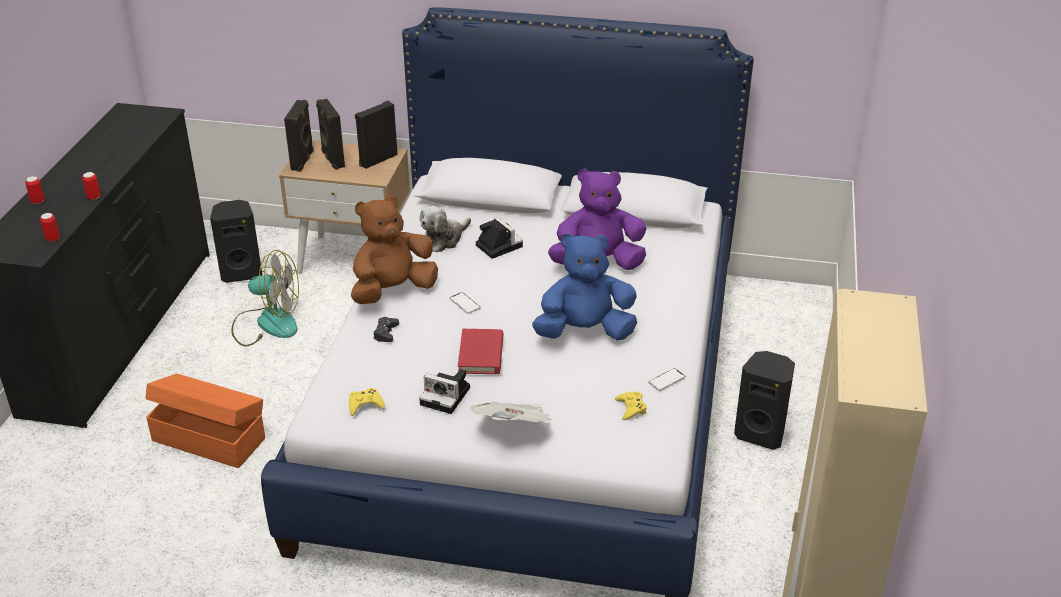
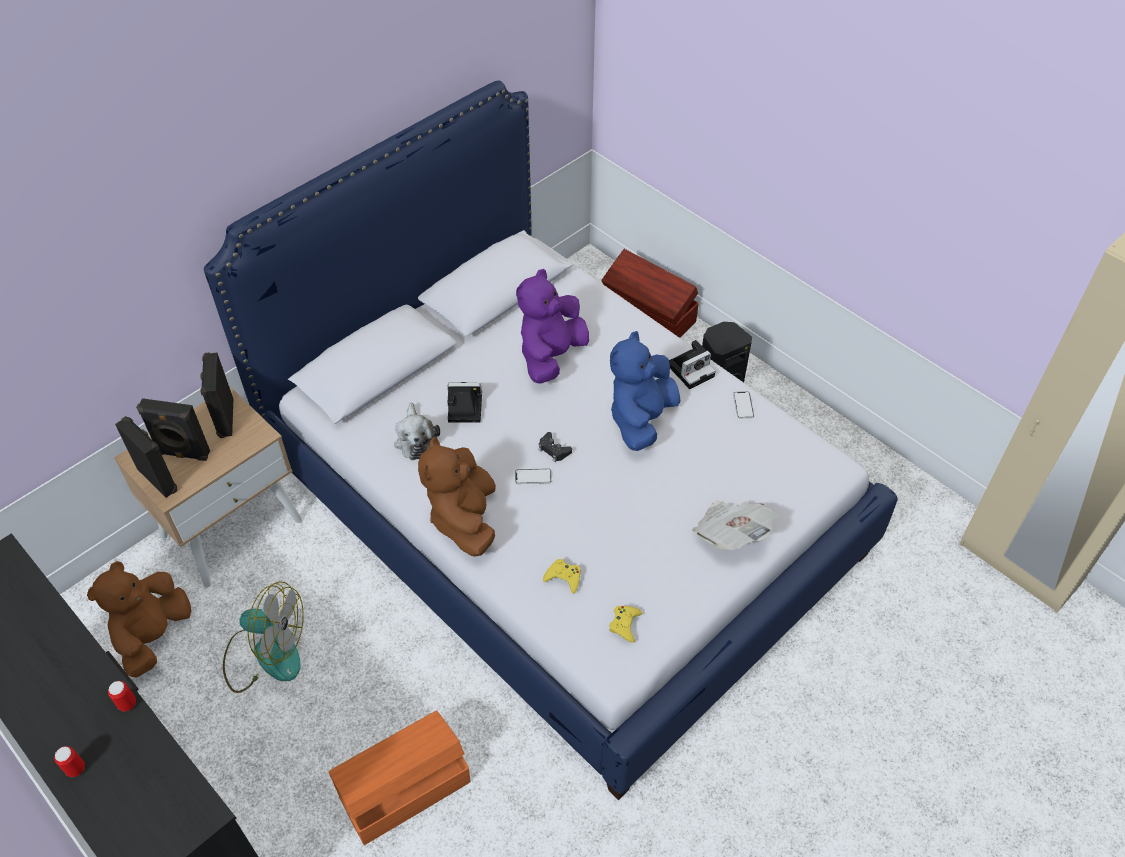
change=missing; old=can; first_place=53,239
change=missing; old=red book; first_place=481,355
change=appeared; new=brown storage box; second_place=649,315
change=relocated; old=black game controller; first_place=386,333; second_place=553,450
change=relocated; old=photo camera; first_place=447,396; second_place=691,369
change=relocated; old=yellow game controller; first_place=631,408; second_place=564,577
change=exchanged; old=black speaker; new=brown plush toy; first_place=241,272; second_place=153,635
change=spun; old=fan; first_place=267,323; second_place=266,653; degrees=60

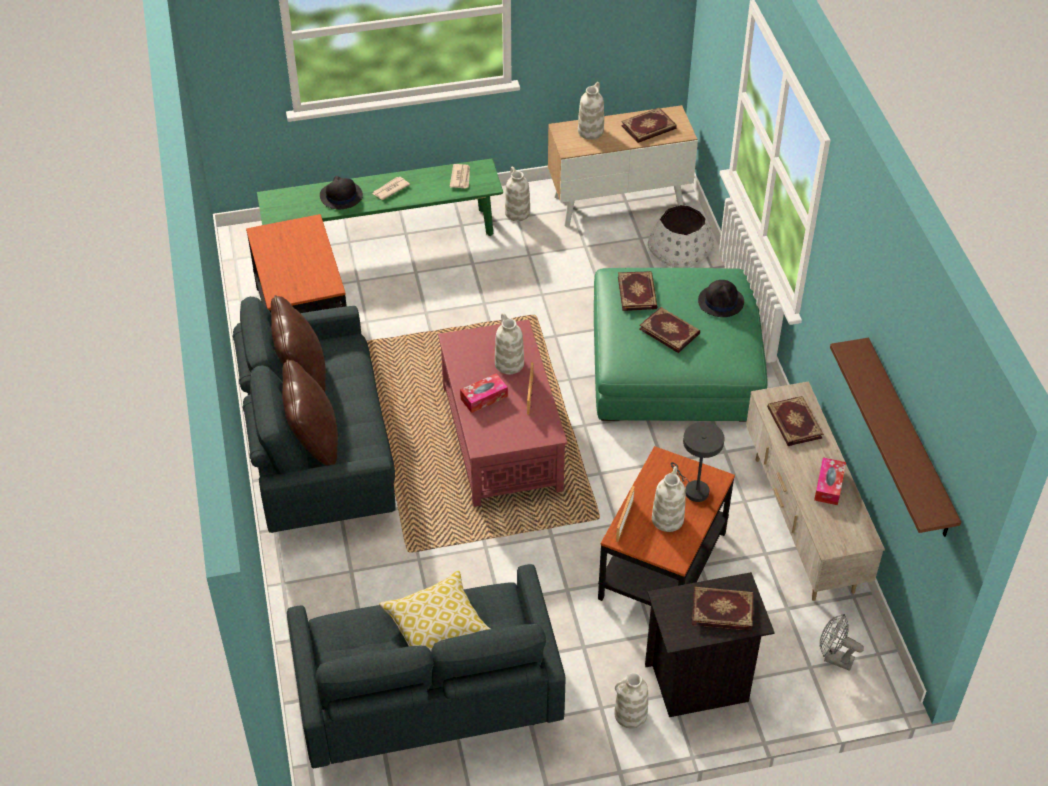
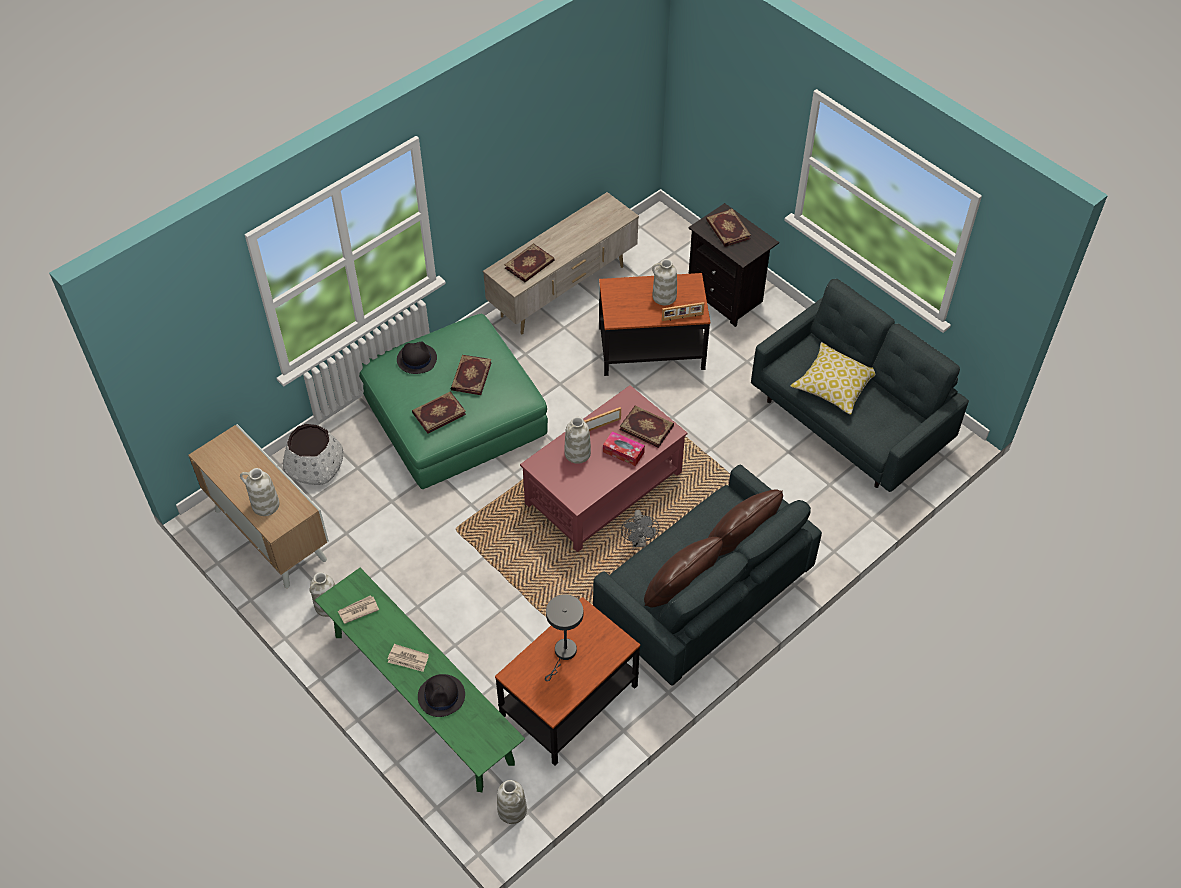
change=missing; old=tissue box; first_place=829,485
change=missing; old=brown shelf; first_place=908,439
change=relocated; old=white vase; first_place=630,715; second_place=512,810
change=relocated; old=book; first_place=649,128; second_place=647,427
change=relocated; old=grey table lamp; first_place=693,489; second_place=564,654
change=relocated; old=grey fan; first_place=834,658; second_place=639,541

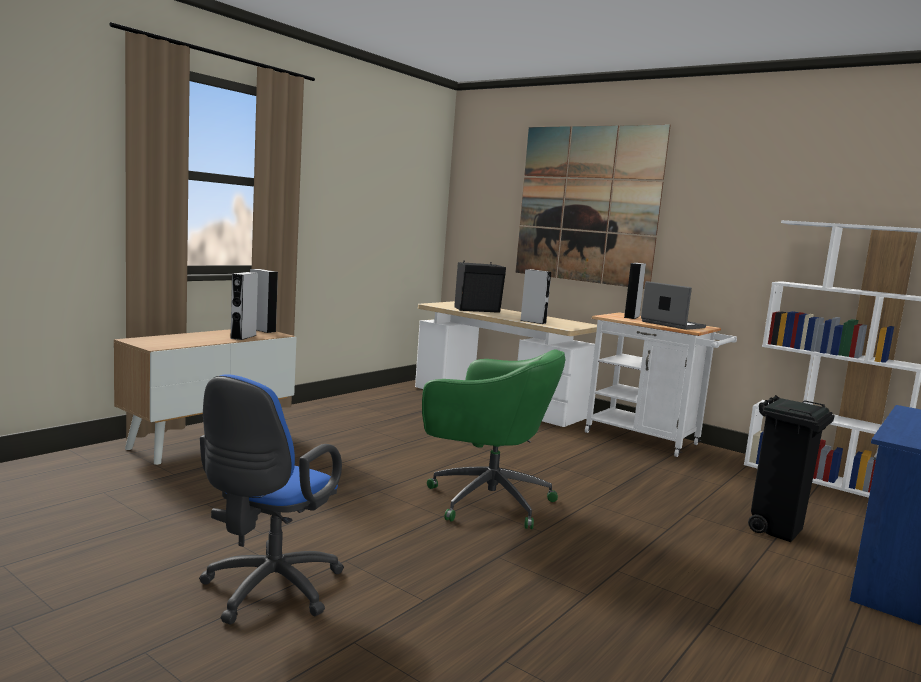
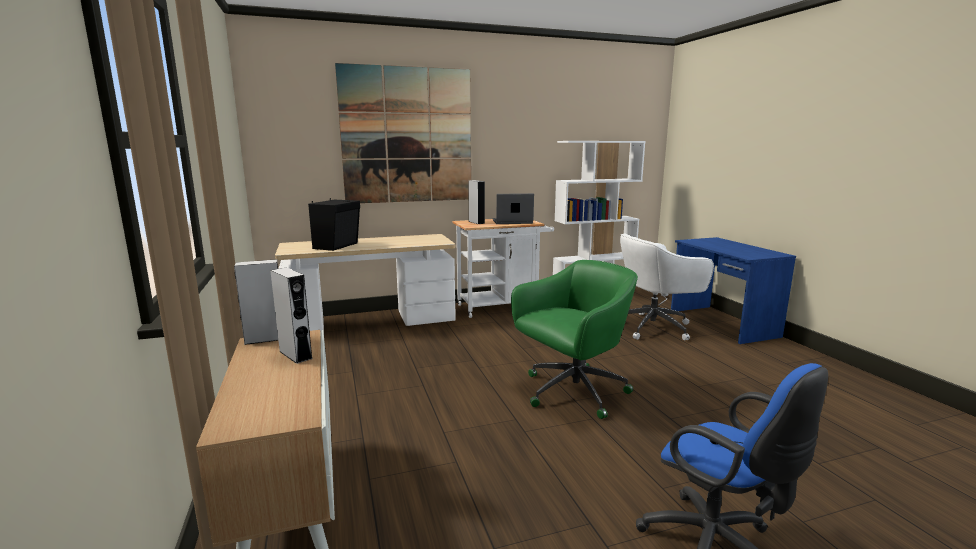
change=missing; old=grey speaker; first_place=533,321
change=exchanged; old=black trash can; new=white office chair; first_place=776,529; second_place=654,327

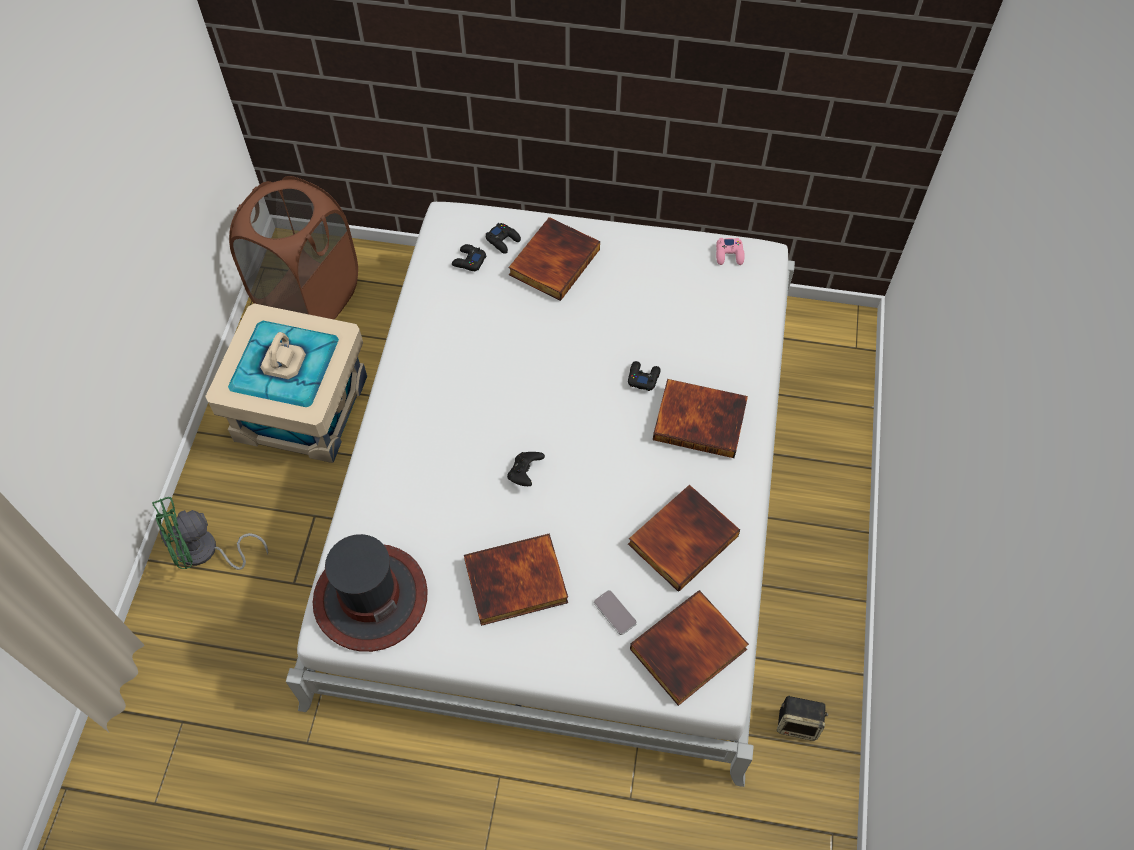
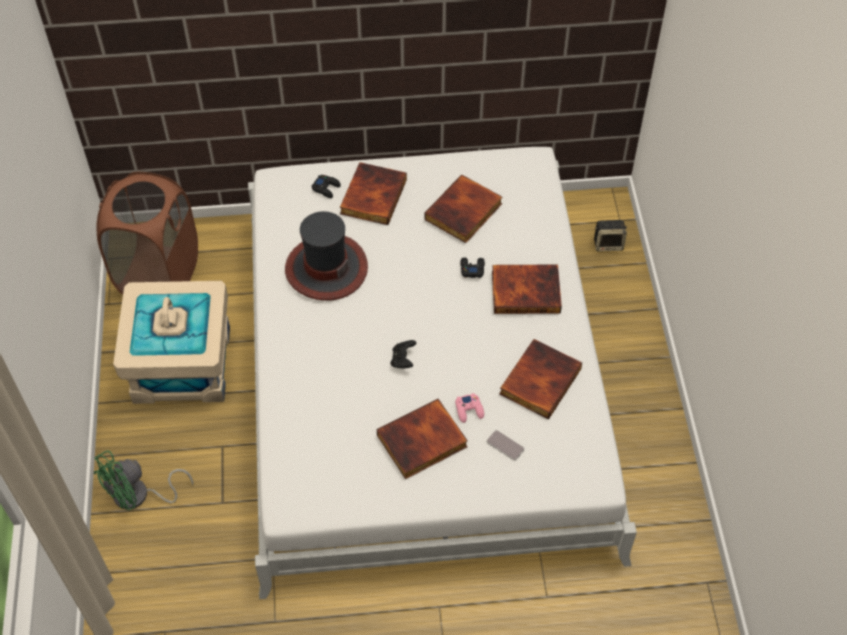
change=missing; old=black game controller; first_place=468,261
change=relocated; old=hat; first_place=370,597; second_place=326,268
change=relocated; old=book; first_place=689,651; second_place=464,212
change=relocated; old=pink game controller; first_place=729,254; second_place=469,410
change=relocated; old=speaker; first_place=798,723; second_place=608,244

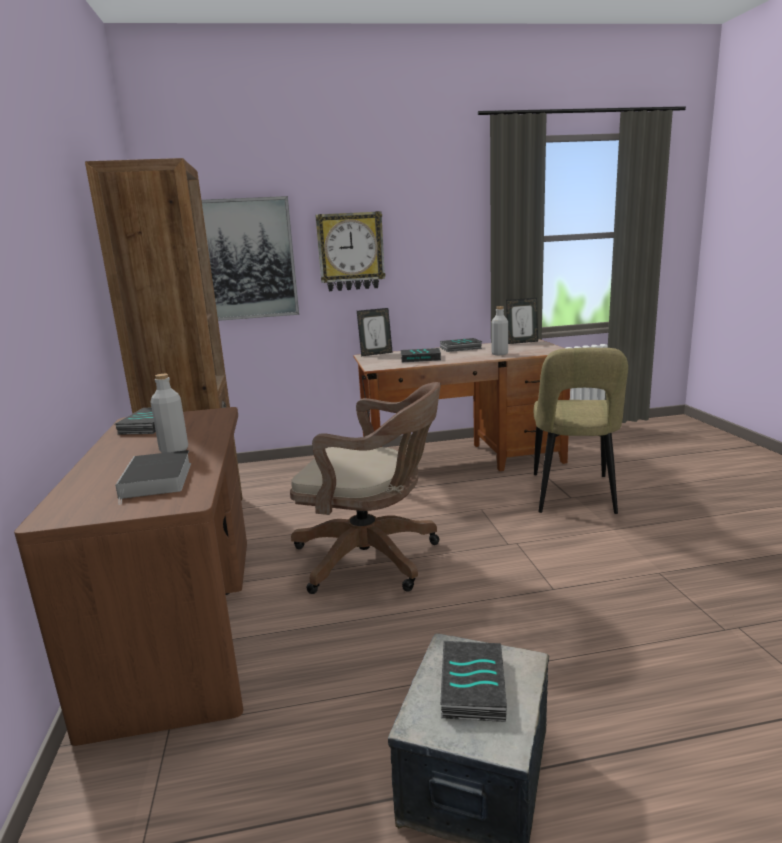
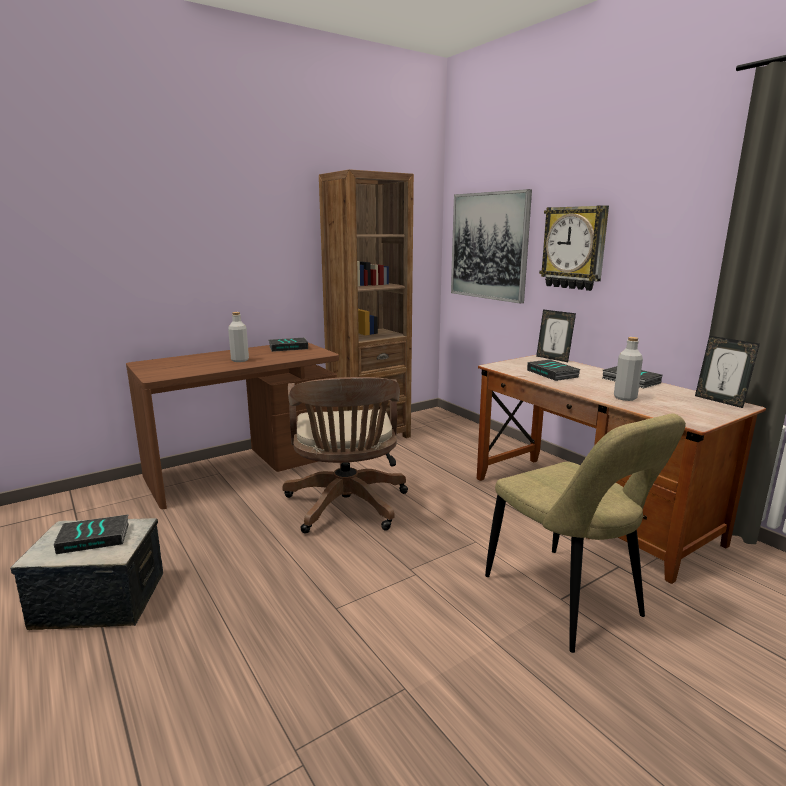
change=missing; old=book; first_place=157,480
change=spun; old=beige chair; first_place=573,496; second_place=566,600; degrees=-105

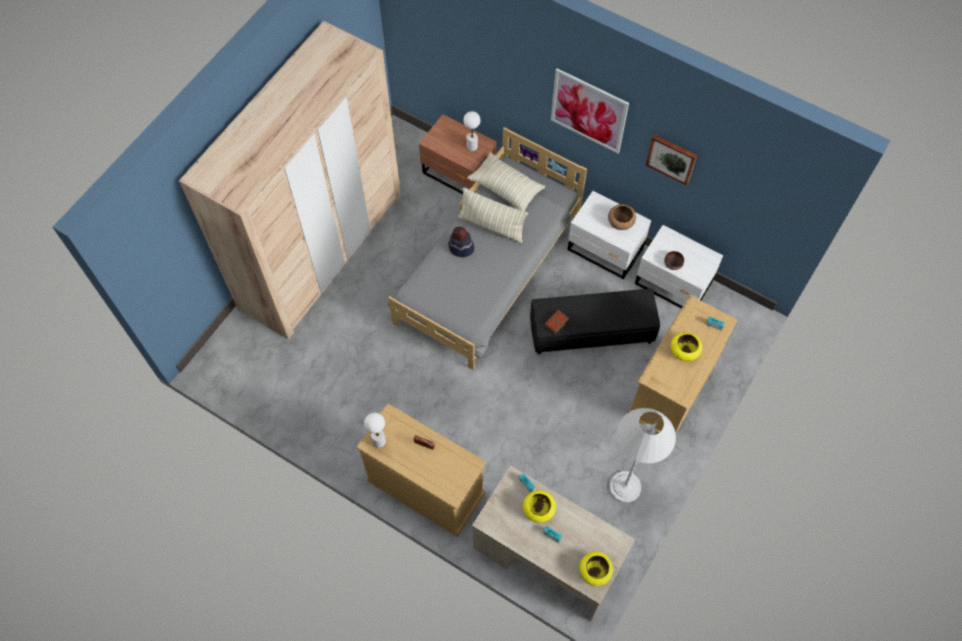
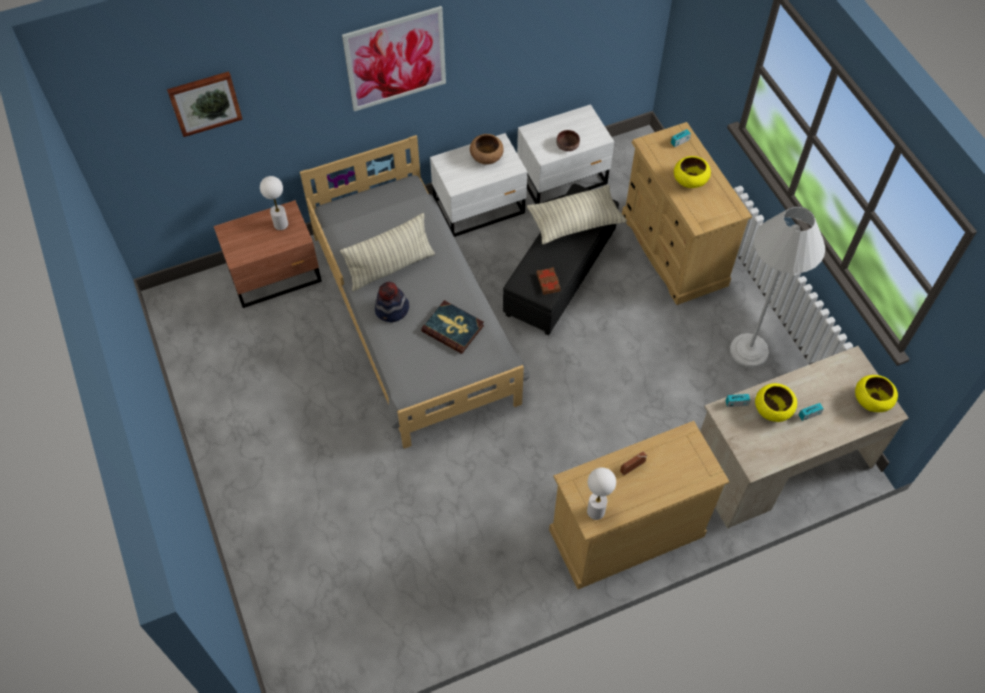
change=missing; old=beige wardrobe; first_place=322,250
change=appeared; new=book; second_place=453,328
change=relocated; old=pillow; first_place=506,188; second_place=575,222
change=relocated; old=picture; first_place=671,158; second_place=205,102

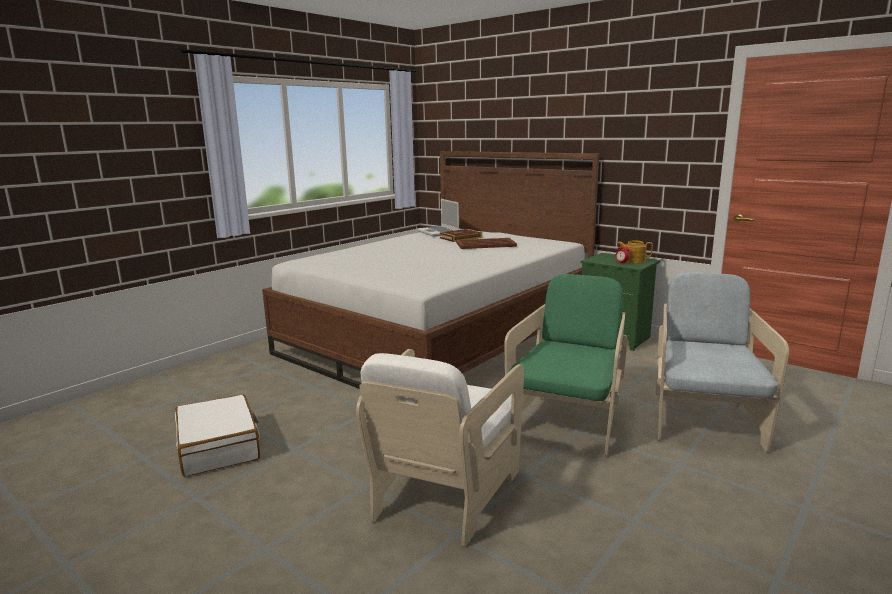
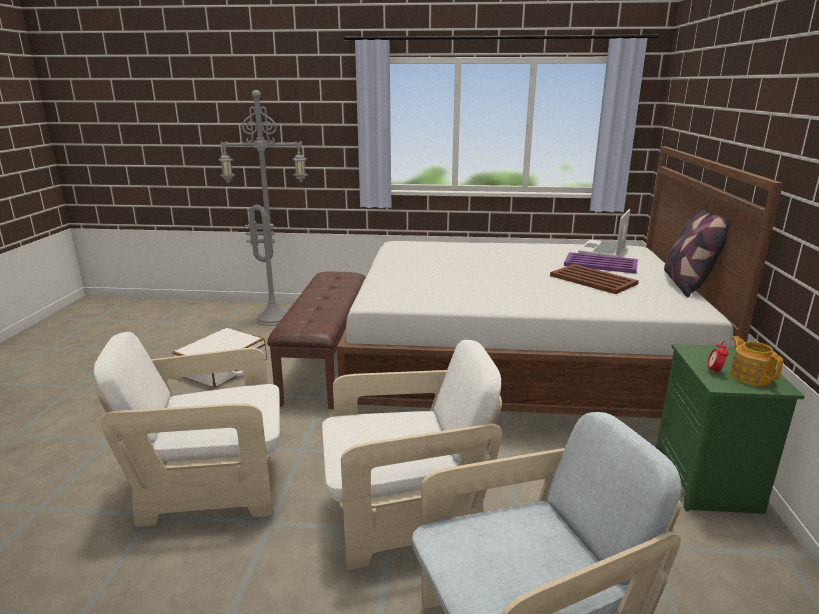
change=appeared; new=grey floor lamp; second_place=275,318
change=appeared; new=brown bench; second_place=328,362
change=appeared; new=pillow; second_place=687,284
change=exchanged; old=book; new=purple tray; first_place=461,238; second_place=600,264
change=colour; old=green armchair; new=white armchair; first_place=568,422; second_place=405,515

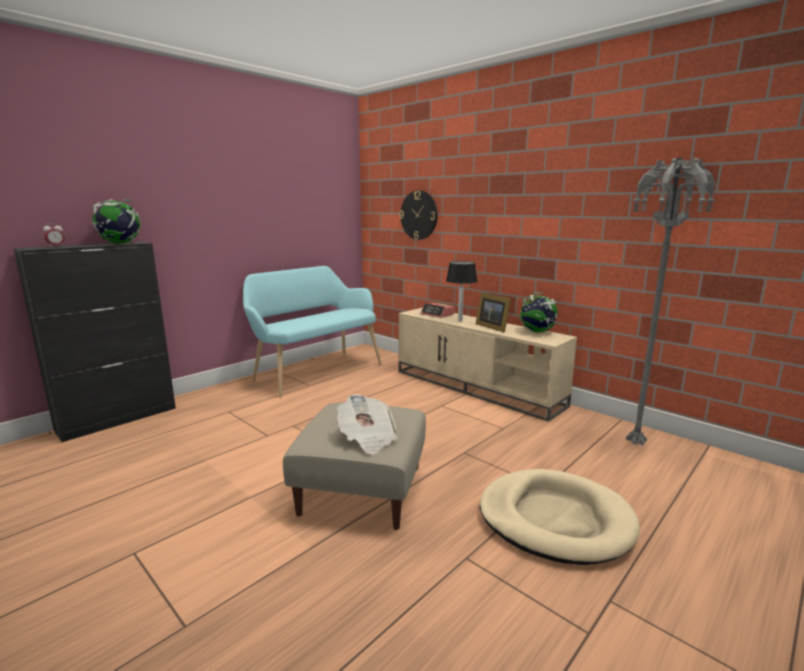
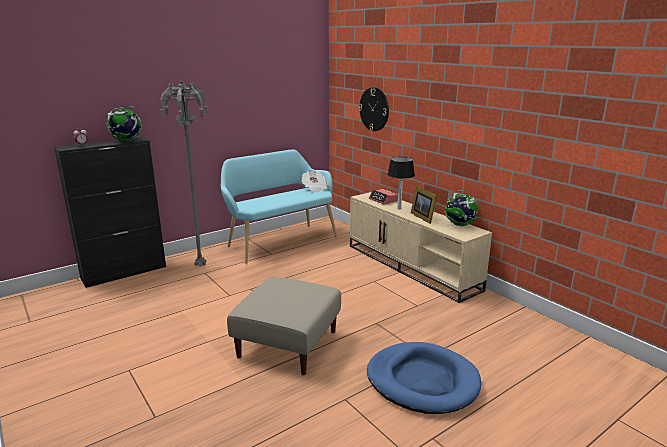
change=relocated; old=newspaper; first_place=367,438; second_place=315,188
change=relocated; old=grey floor lamp; first_place=637,445; second_place=200,266
change=colour; old=beige dog bed; new=blue dog bed; first_place=555,519; second_place=422,381

